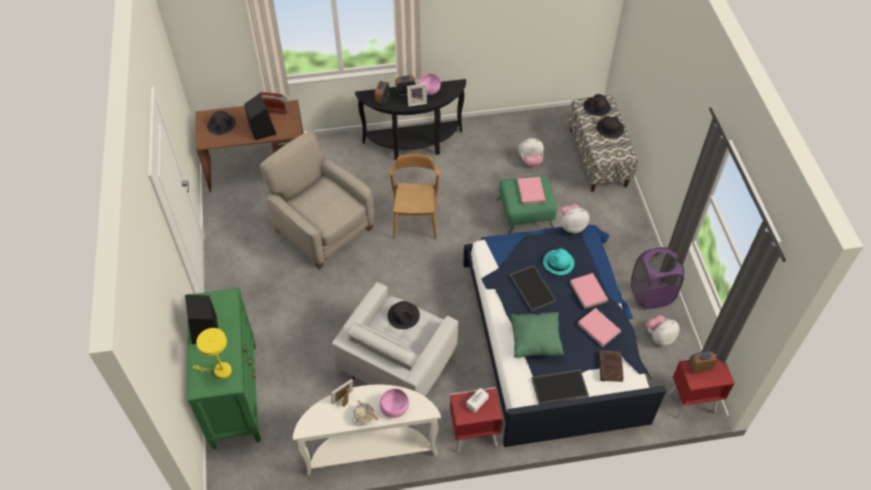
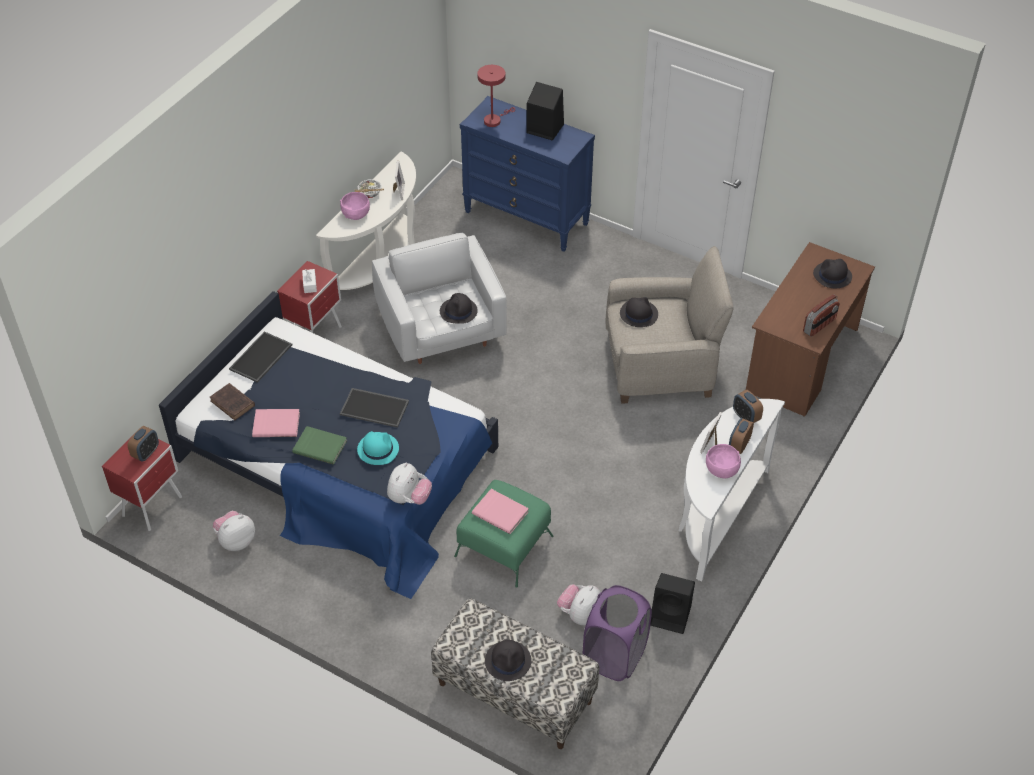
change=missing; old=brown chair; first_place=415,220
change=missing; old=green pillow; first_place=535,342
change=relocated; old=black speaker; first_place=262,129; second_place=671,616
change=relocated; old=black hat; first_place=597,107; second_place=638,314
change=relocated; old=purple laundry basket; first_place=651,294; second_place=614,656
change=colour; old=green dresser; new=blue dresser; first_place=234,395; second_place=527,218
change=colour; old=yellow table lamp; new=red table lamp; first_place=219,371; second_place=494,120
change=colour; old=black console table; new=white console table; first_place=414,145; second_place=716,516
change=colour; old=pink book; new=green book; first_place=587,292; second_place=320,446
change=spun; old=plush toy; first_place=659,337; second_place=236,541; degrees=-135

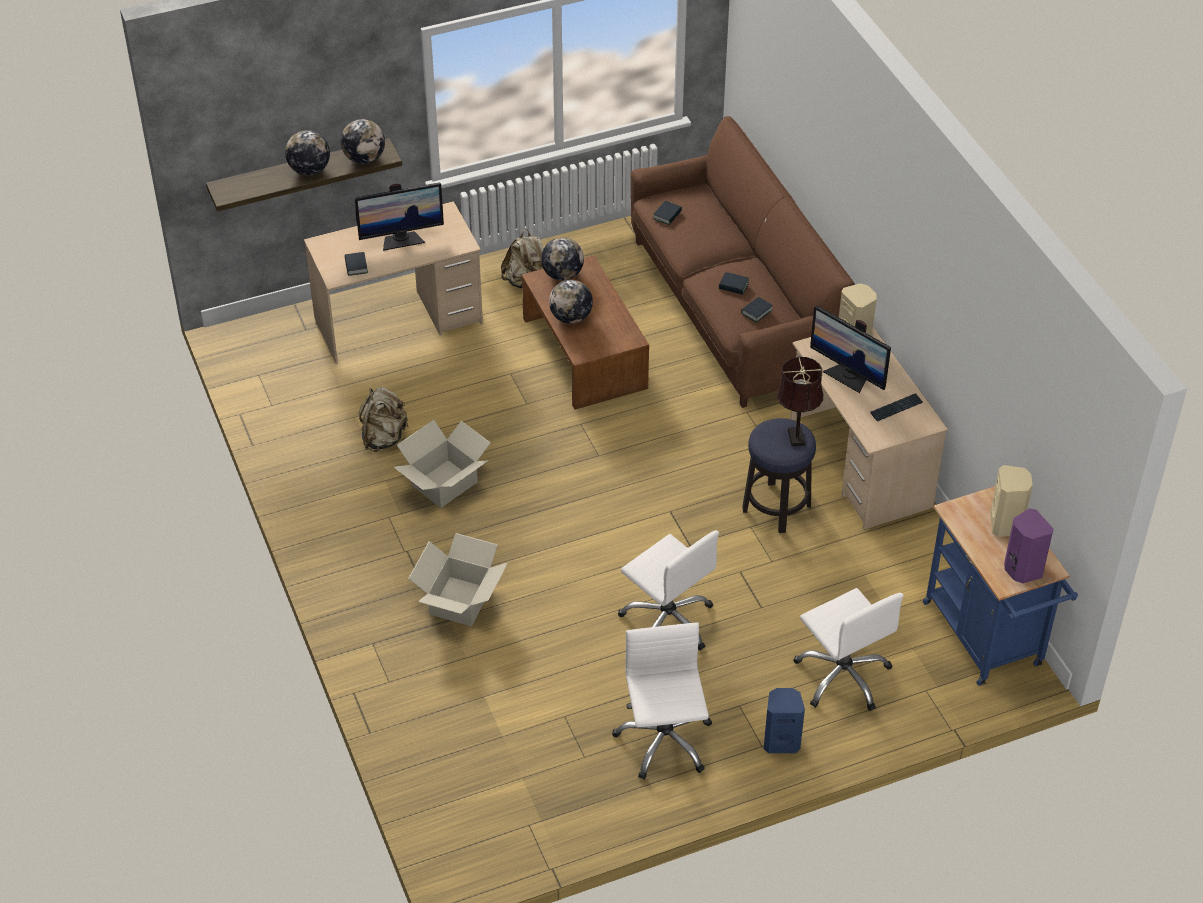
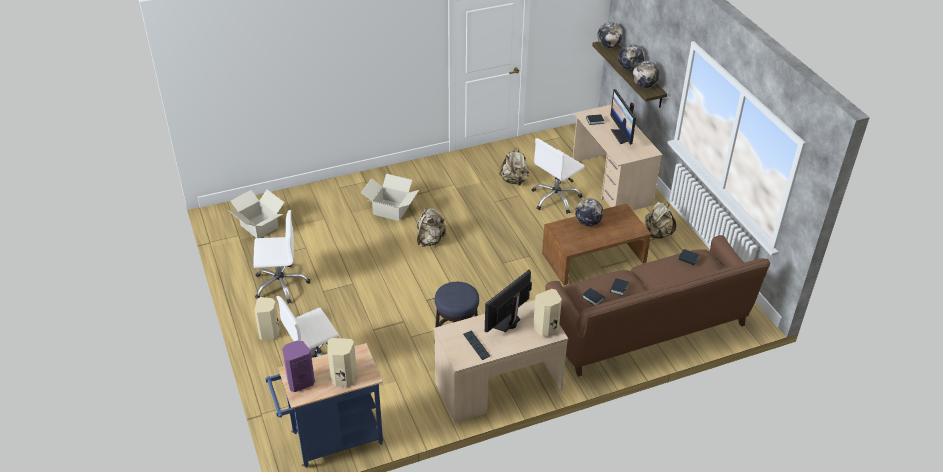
change=missing; old=brown table lamp; first_place=796,435
change=appeared; new=beige backpack; second_place=430,240
change=relocated; old=cardboard box; first_place=444,483; second_place=259,226
change=relocated; old=globe; first_place=562,275; second_place=608,46
change=relocated; old=white office chair; first_place=668,621; second_place=555,198
change=colour; old=blue speaker; new=beige speaker; first_place=781,741; second_place=270,333

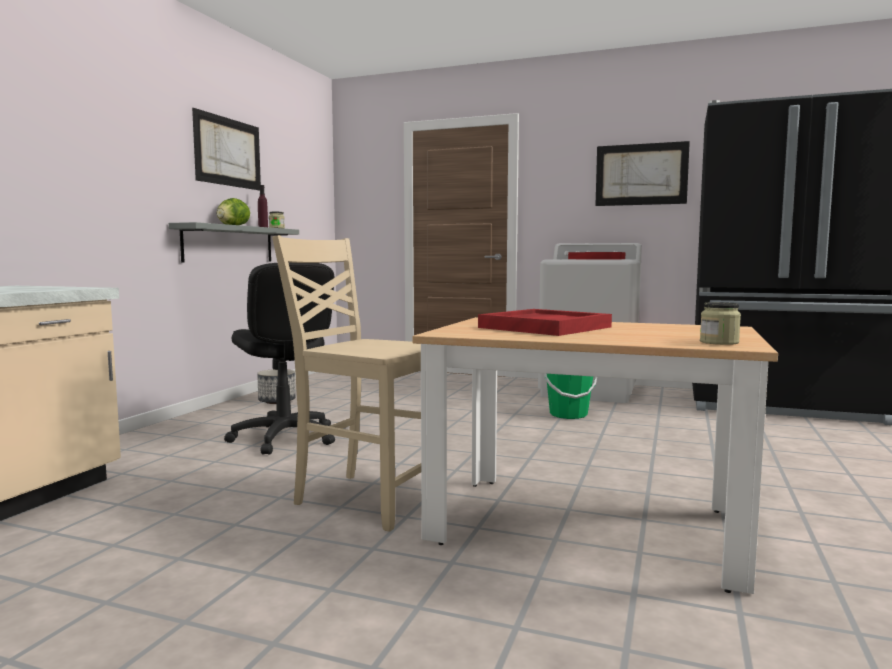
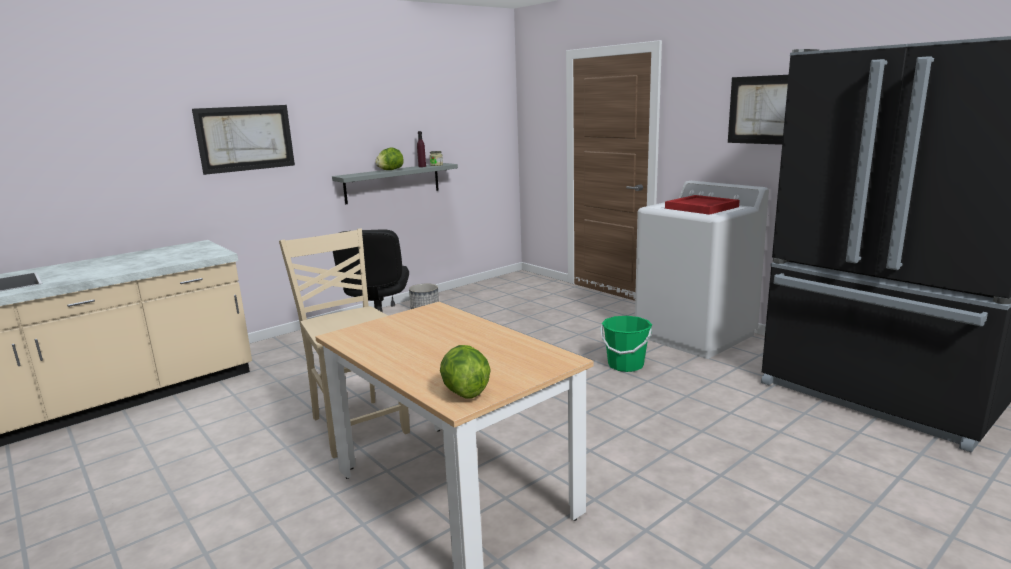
change=missing; old=red tray; first_place=544,327
change=relocated; old=picture; first_place=228,152; second_place=246,138
change=exchanged; old=jar; new=lettuce; first_place=719,342; second_place=464,392

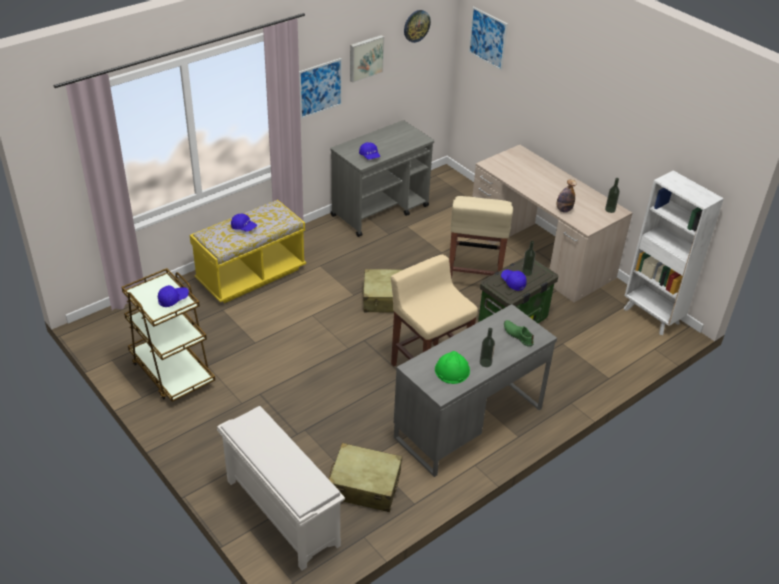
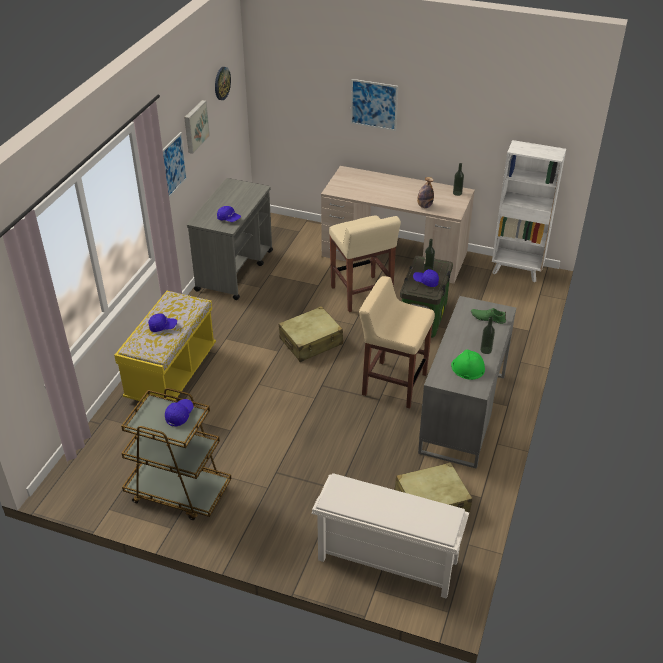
change=relocated; old=picture; first_place=487,38; second_place=374,104

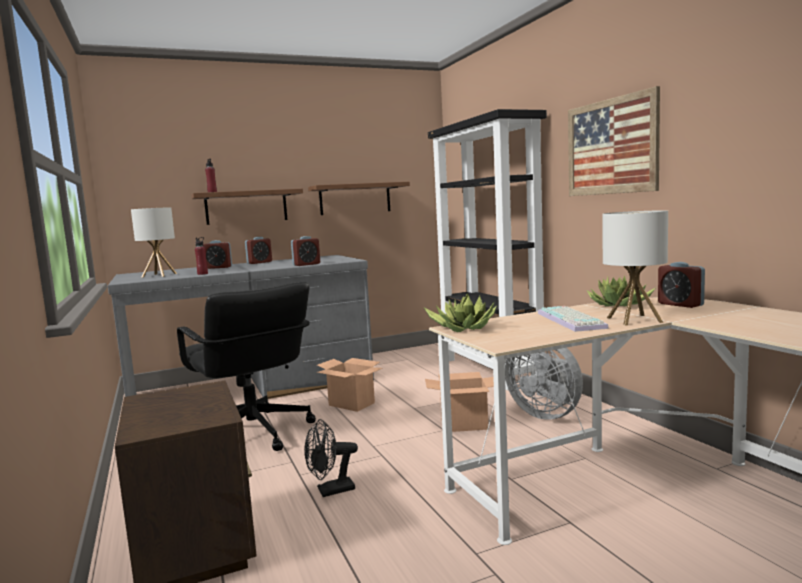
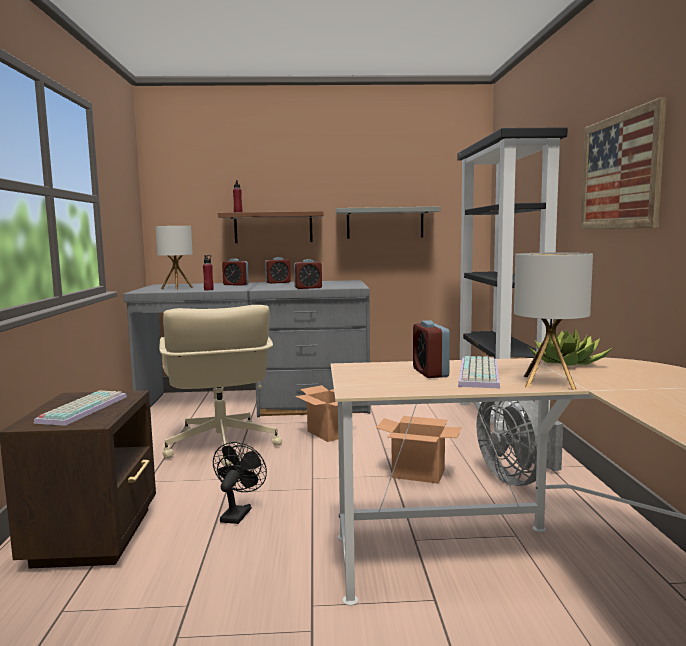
change=missing; old=potted plant; first_place=464,327
change=appeared; new=keyboard; second_place=82,408
change=relocated; old=alarm clock; first_place=680,304; second_place=430,373
change=colour; old=black office chair; new=beige office chair; first_place=253,434; second_place=221,447
change=colour; old=brown shelf; new=grey shelf; first_place=355,199; second_place=385,223
change=spun; old=black fan; first_place=330,491; second_place=238,513; degrees=105

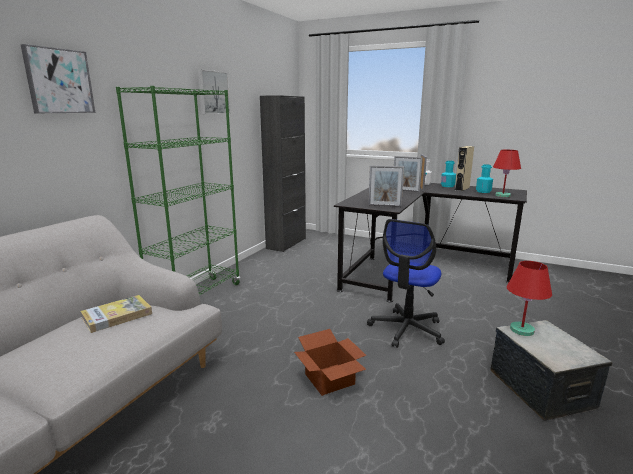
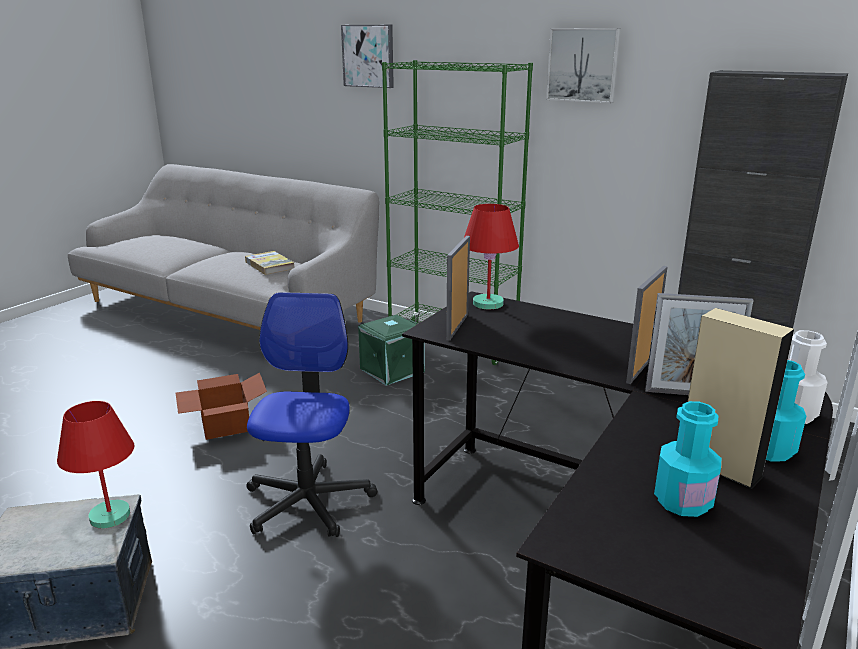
change=appeared; new=green storage box; second_place=391,369
change=relocated; old=red table lamp; first_place=502,195; second_place=487,303
change=spun; old=office chair; first_place=406,329; second_place=308,501; degrees=60

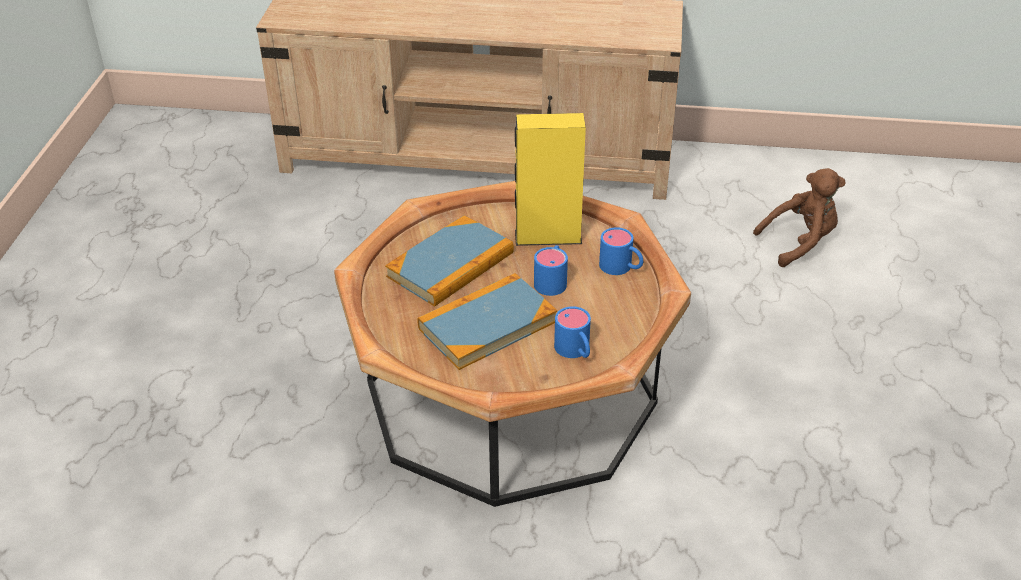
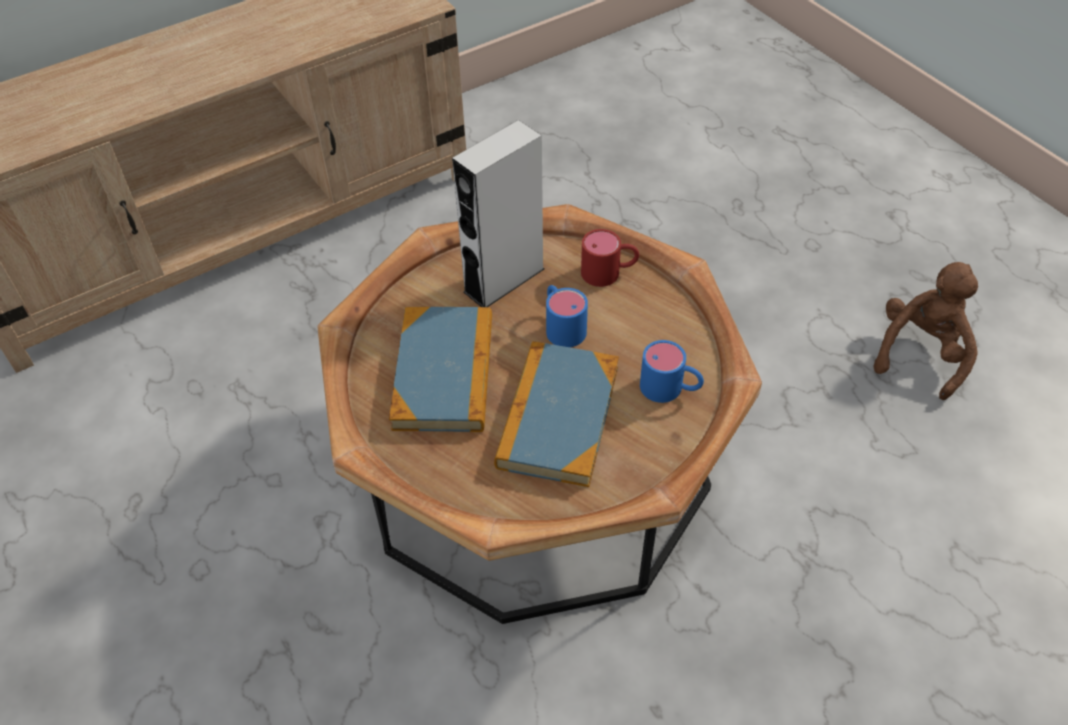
change=relocated; old=brown plush toy; first_place=800,243; second_place=921,354
change=colour; old=yellow speaker; new=grey speaker; first_place=548,236; second_place=504,280
change=colour; old=blue mug; new=red mug; first_place=621,268; second_place=609,272

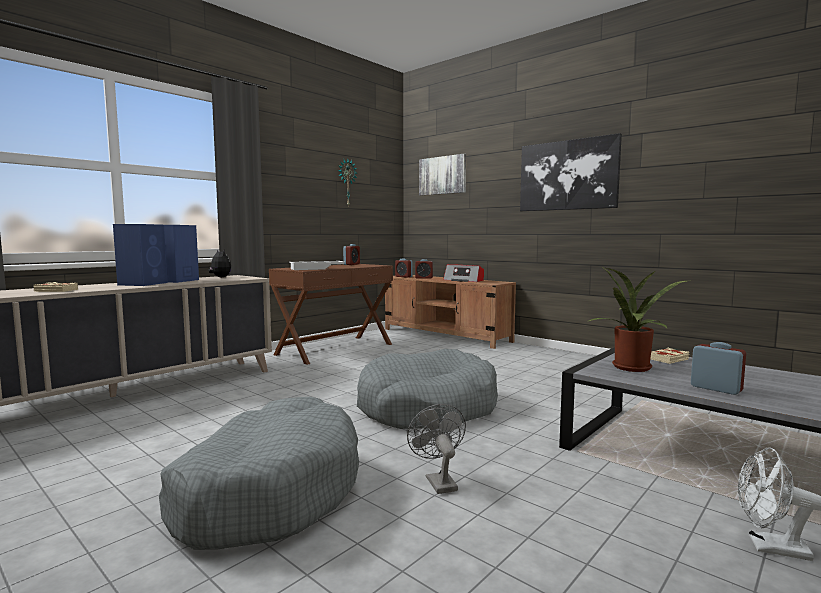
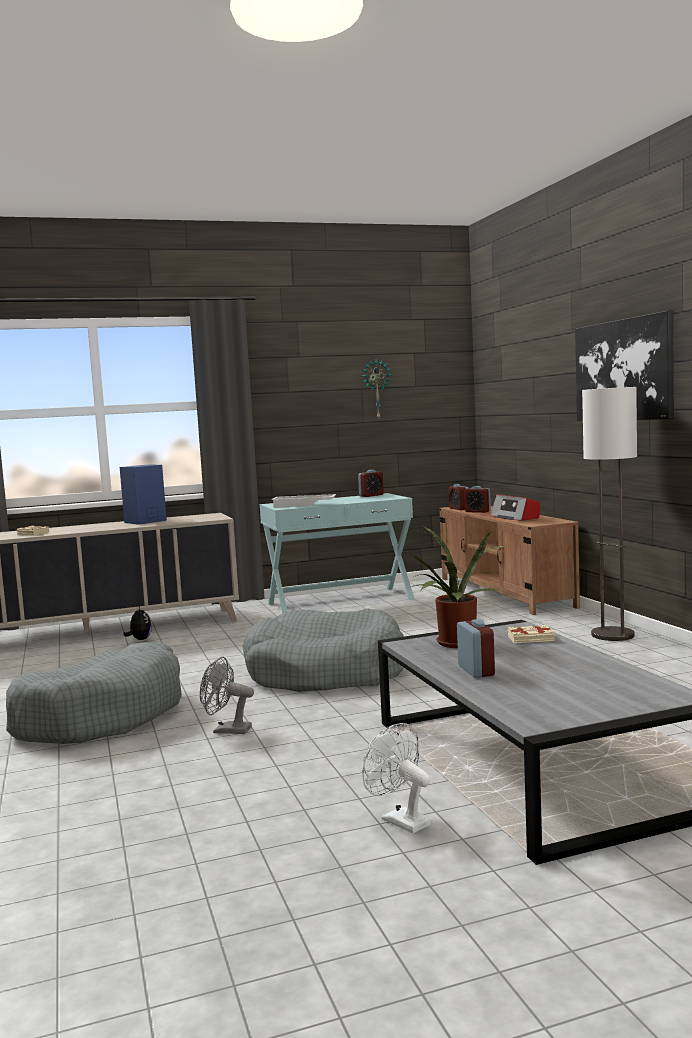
change=missing; old=blue speaker; first_place=143,284
change=missing; old=picture; first_place=442,175
change=appeared; new=floor lamp; second_place=612,635
change=relocated; old=plush toy; first_place=220,277; second_place=140,639
change=colour; old=brown console table; new=turquoise console table; first_place=335,349; second_place=340,601
change=spun; old=grey fan; first_place=438,481; second_place=226,730; degrees=-90

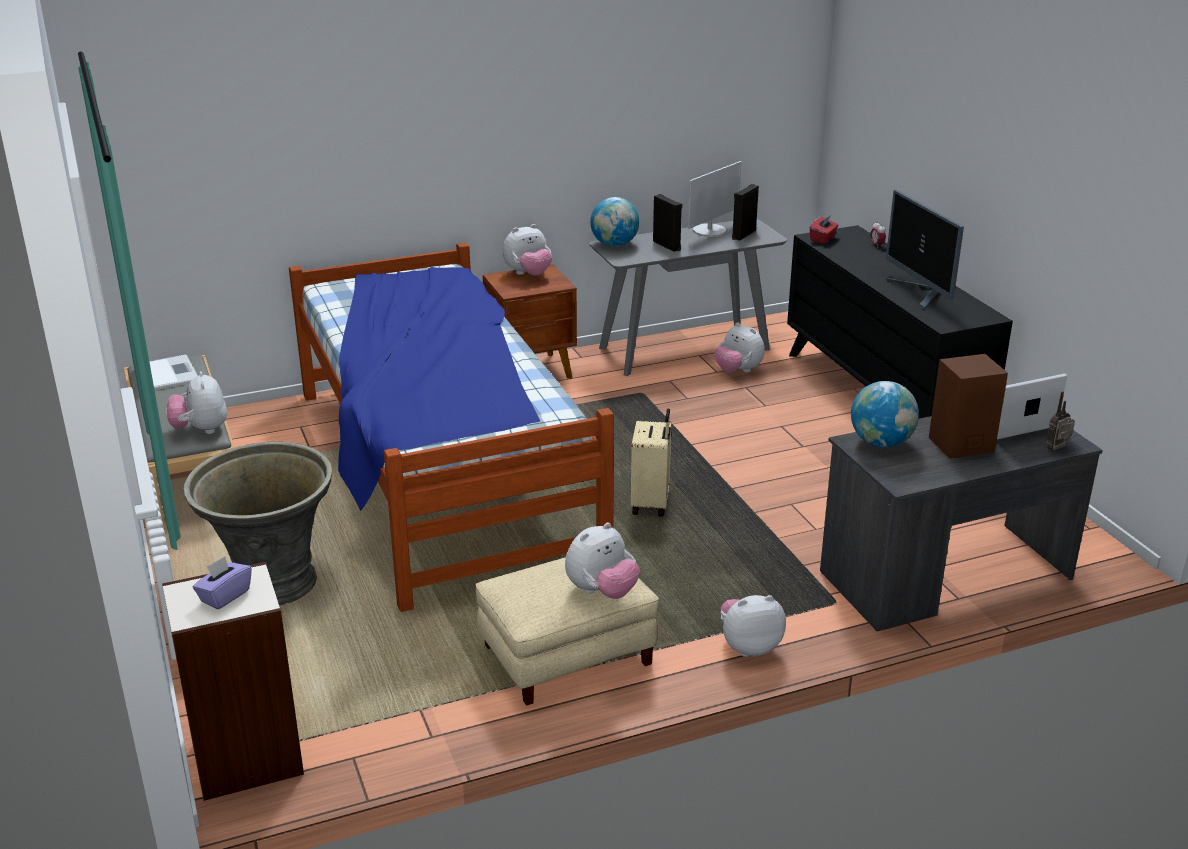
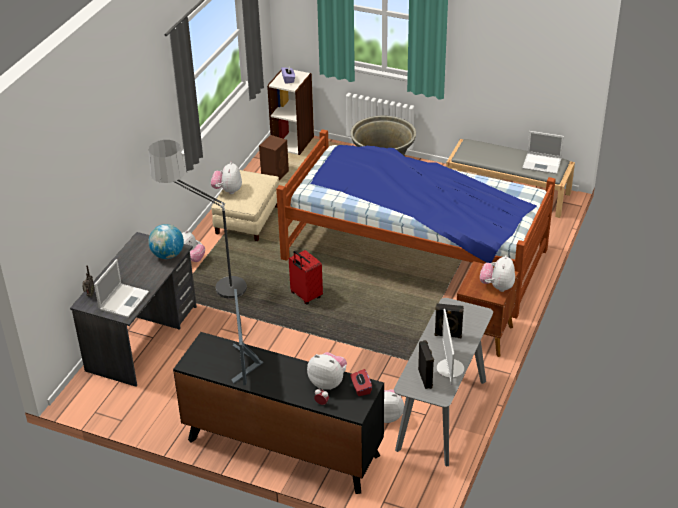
change=missing; old=globe; first_place=614,245
change=appeared; new=floor lamp; second_place=206,286
change=relocated; old=plush toy; first_place=201,430; second_place=328,382
change=relocated; old=brown speaker; first_place=959,445; second_place=275,174
change=colour; old=beige suitcase; new=red suitcase; first_place=651,504; second_place=305,296
change=spun; old=monitor; first_place=920,292; second_place=245,364; degrees=-120

